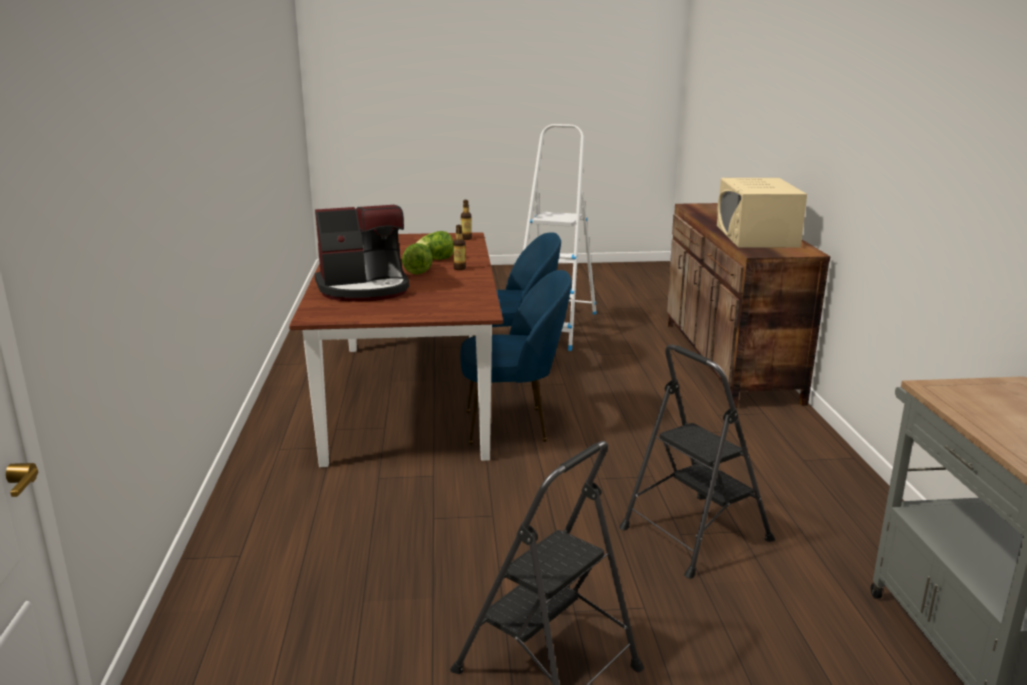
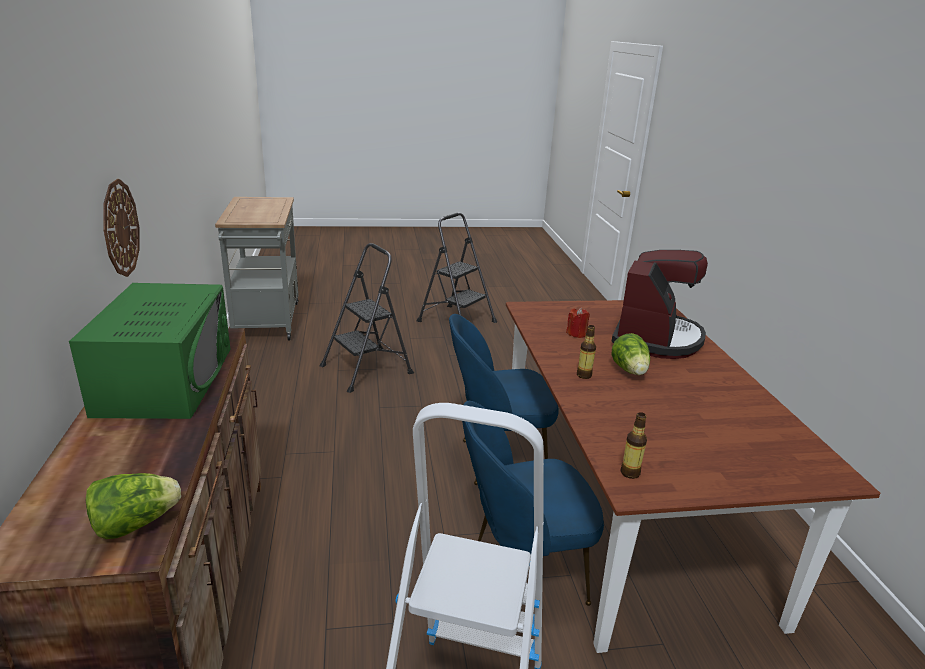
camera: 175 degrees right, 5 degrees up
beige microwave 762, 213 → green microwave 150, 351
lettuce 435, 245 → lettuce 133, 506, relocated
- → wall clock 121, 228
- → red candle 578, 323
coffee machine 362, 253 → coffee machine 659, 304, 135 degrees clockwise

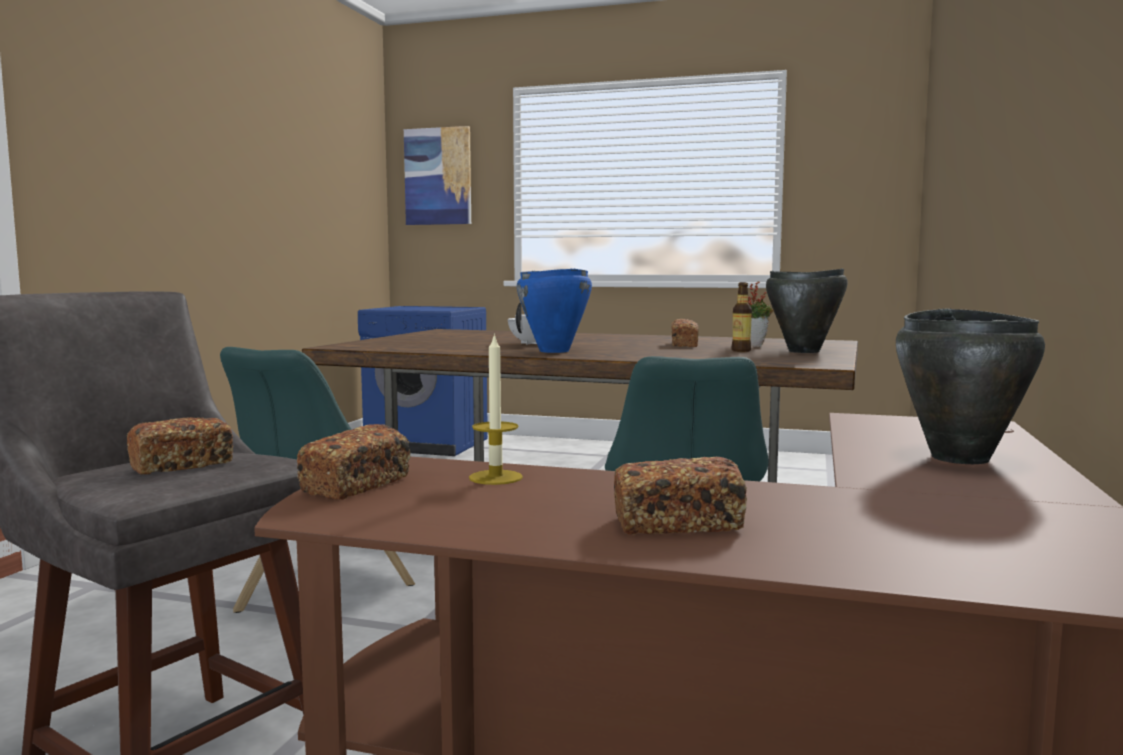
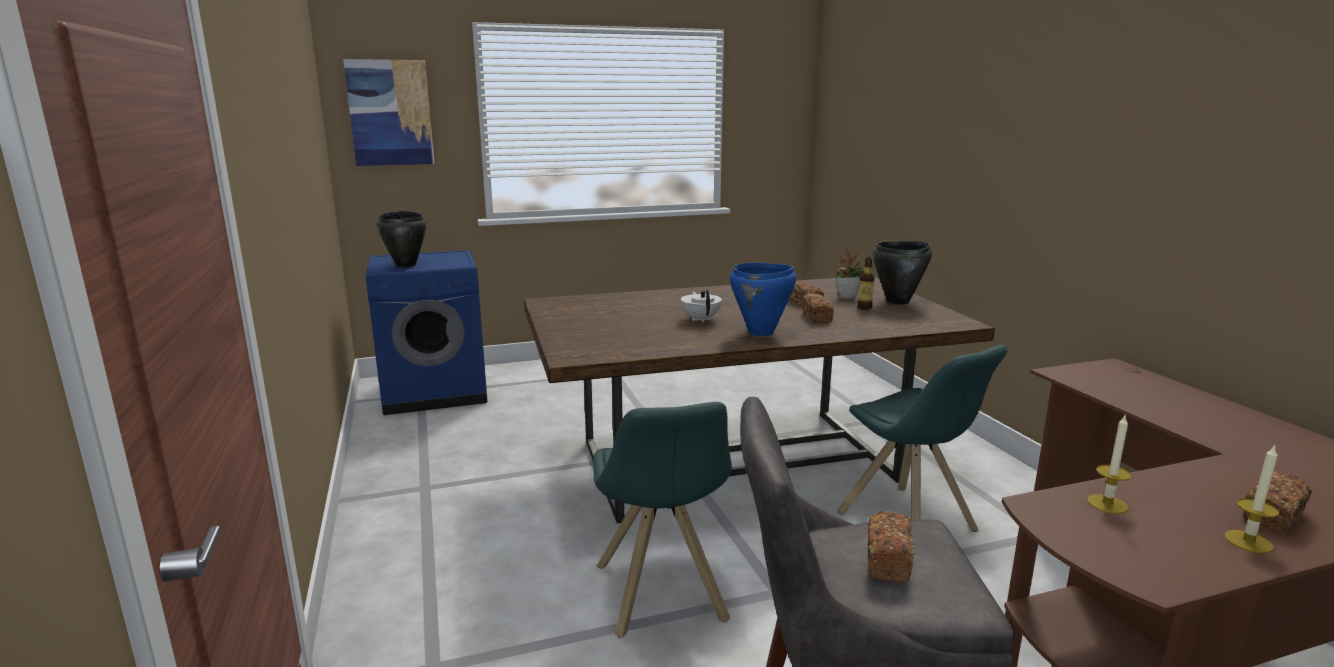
camera: 35 degrees left, 10 degrees up
black cooking pot 970, 386 → black cooking pot 401, 239, relocated
bread 353, 462 → bread 818, 308, relocated
- → candle 1252, 499

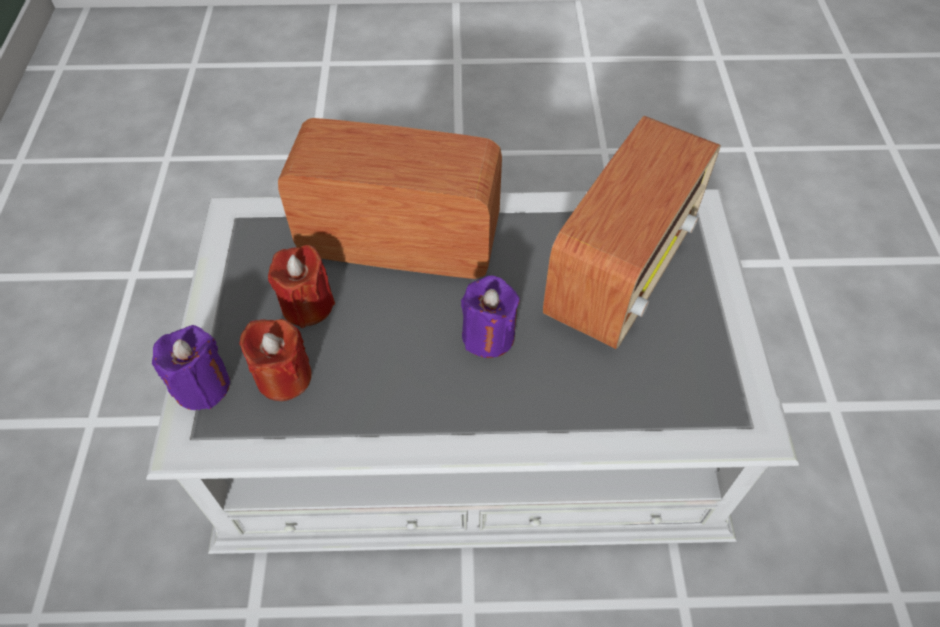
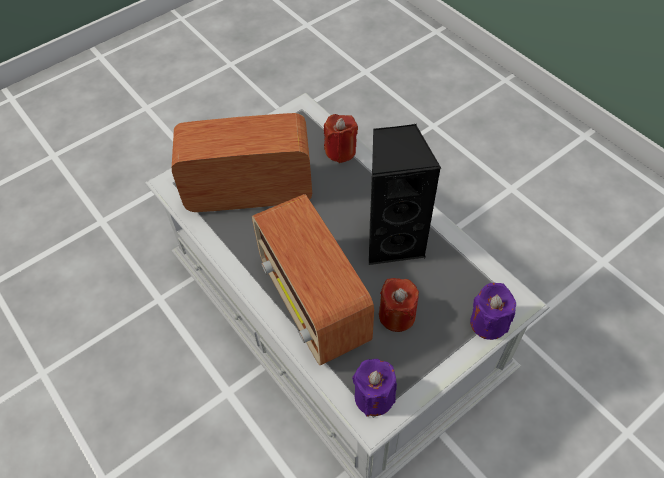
camera: 125 degrees left, 0 degrees up
red candle 275, 360 → red candle 341, 138, relocated
purple candle 490, 316 → purple candle 374, 388, relocated
- → black speaker 405, 194

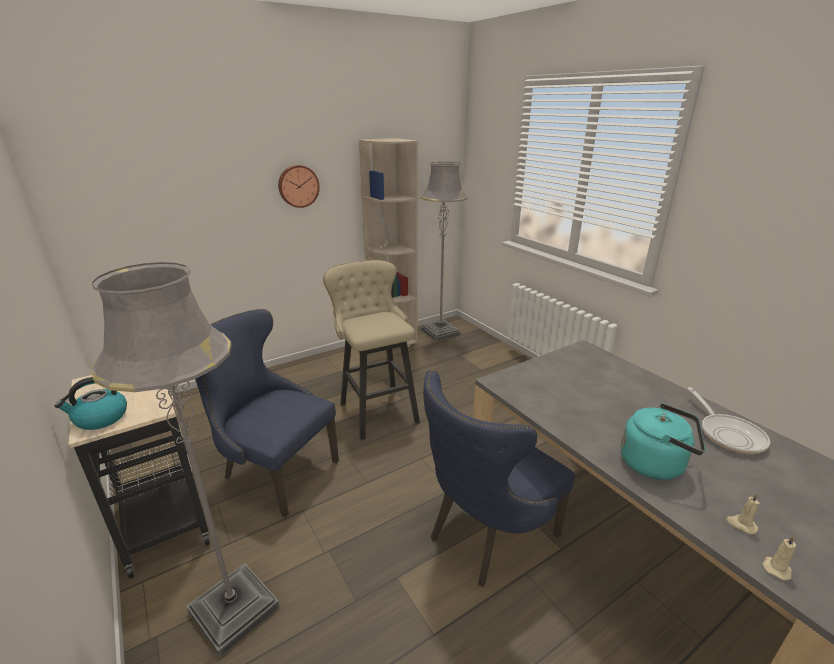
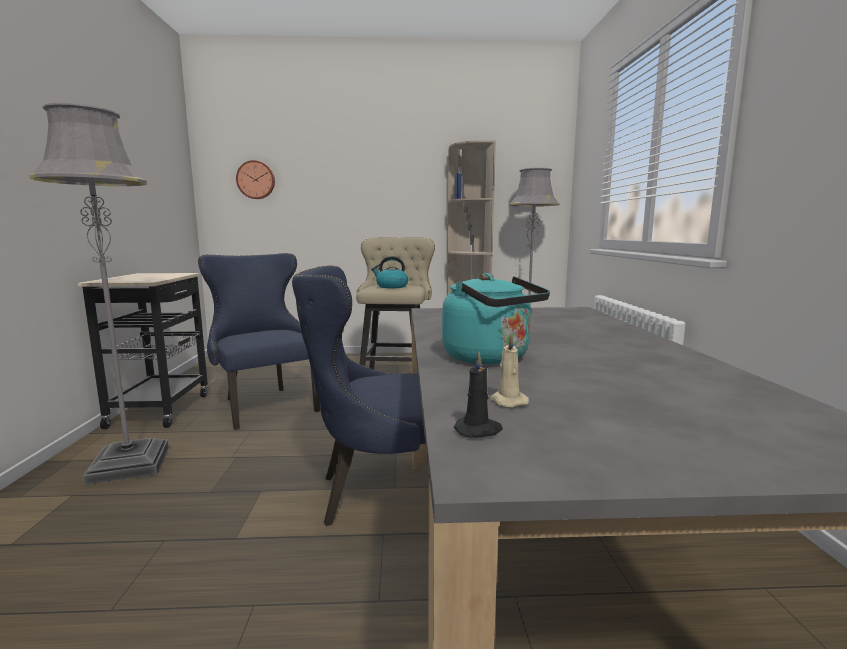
camera: 30 degrees right, 15 degrees down
wall clock 299, 186 → wall clock 255, 179, relocated
kettle 91, 403 → kettle 389, 272, relocated
beige candle 779, 558 → black candle 478, 395
frying pan 728, 420 → -

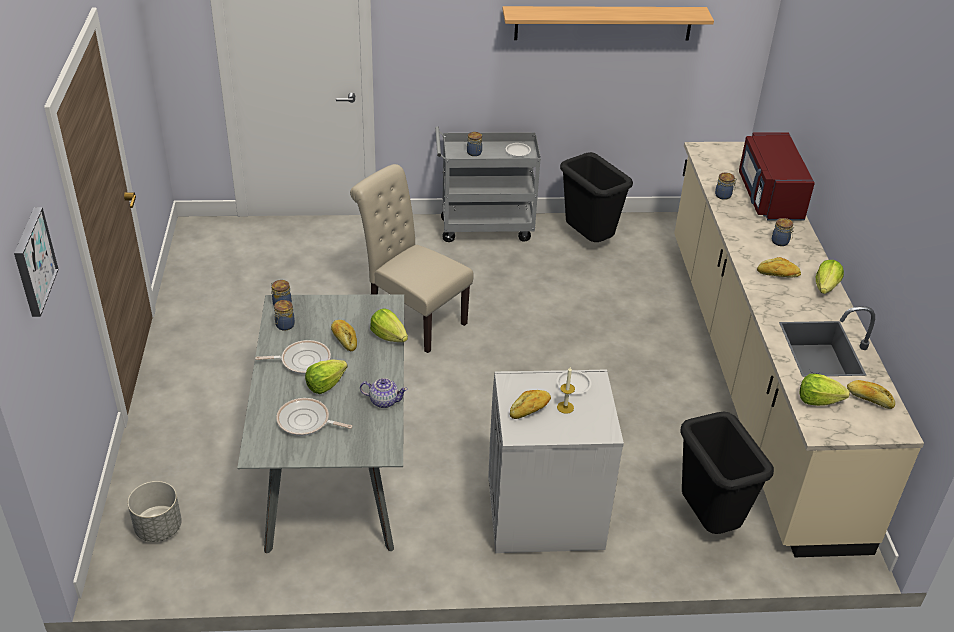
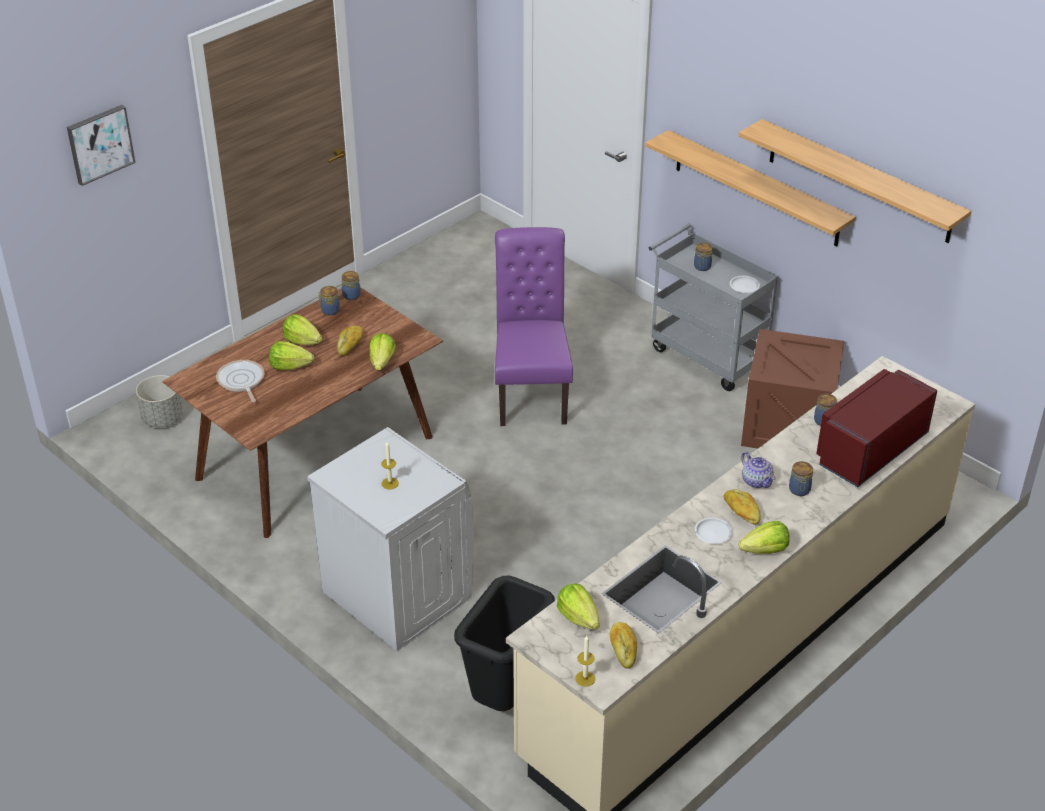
camera: 50 degrees right, 0 degrees up
grey dining table 320, 423 → brown dining table 302, 412
frying pan 293, 357 → lettuce 302, 329
beige chair 411, 258 → purple chair 534, 326
- → candle 585, 661
- → shelf 750, 188
white plate 574, 382 → white plate 714, 530, relocated
black trash can 596, 197 → crate 792, 388
teapot 384, 393 → teapot 758, 470, relocated
bread 530, 404 → -

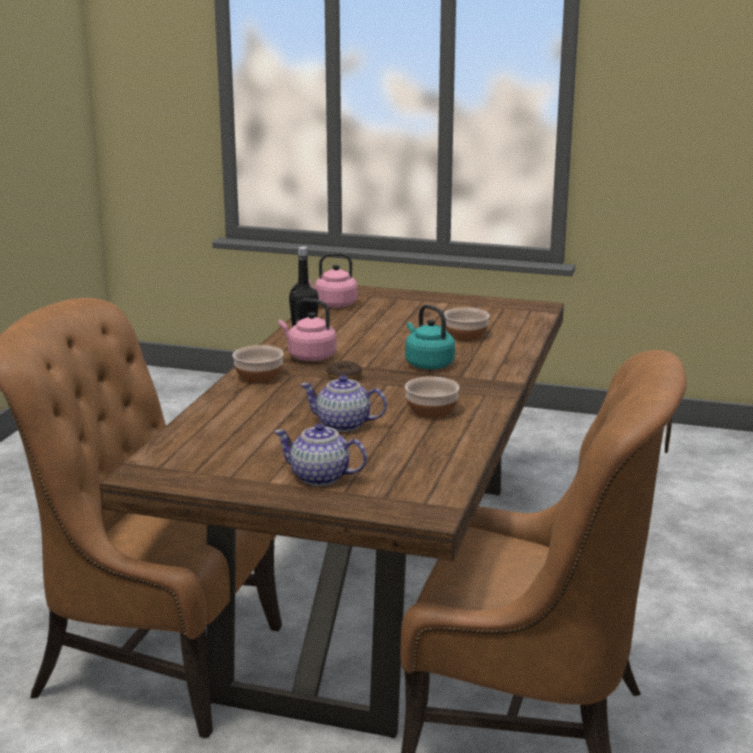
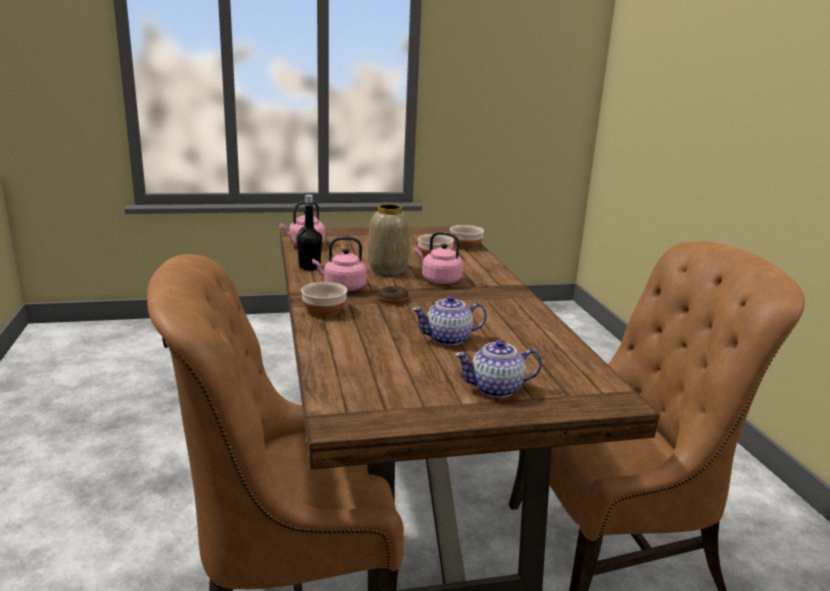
camera: 30 degrees left, 0 degrees up
- → vase 389, 239
turquoise kettle 430, 337 → pink kettle 439, 258
bowl 432, 397 → bowl 467, 237, relocated

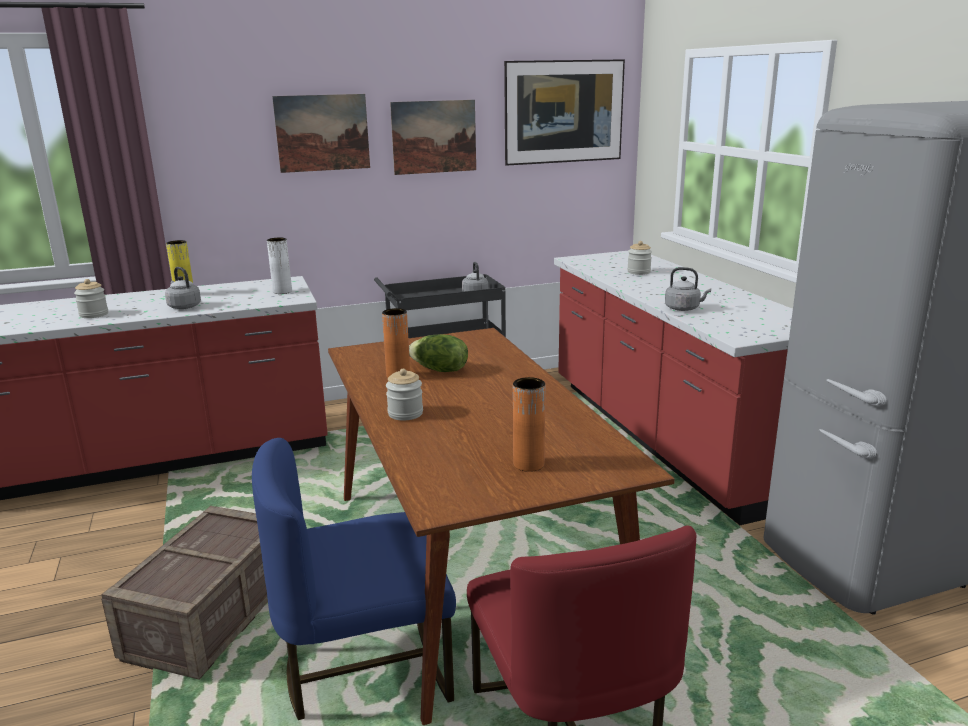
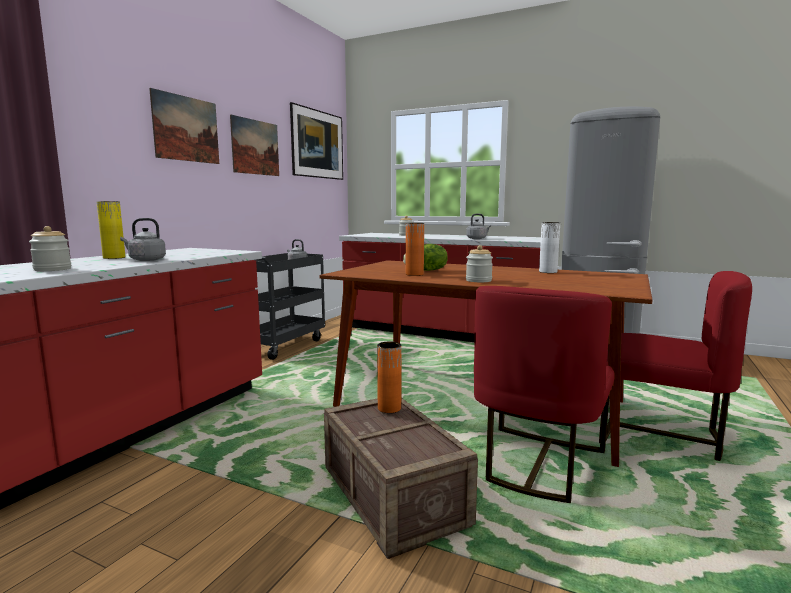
camera: 45 degrees left, 10 degrees down
orange vase 529, 424 → orange vase 389, 377, relocated
blue chair 354, 579 → red chair 544, 394
white vase 279, 266 → white vase 549, 247, relocated

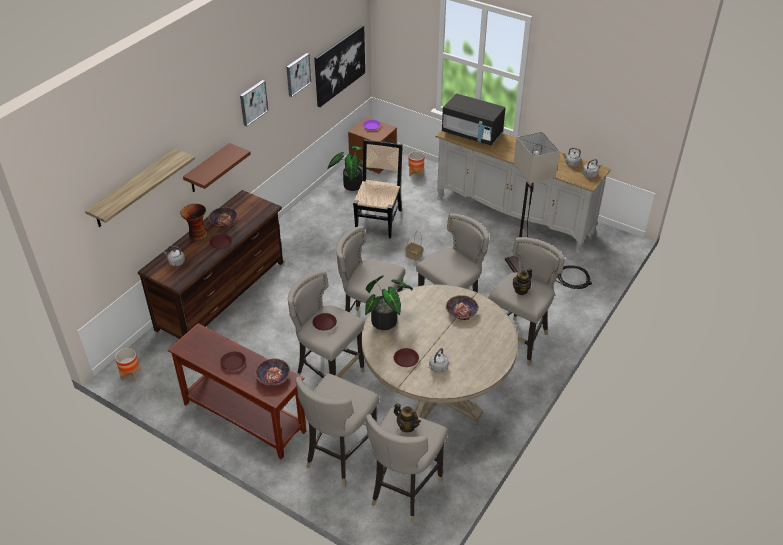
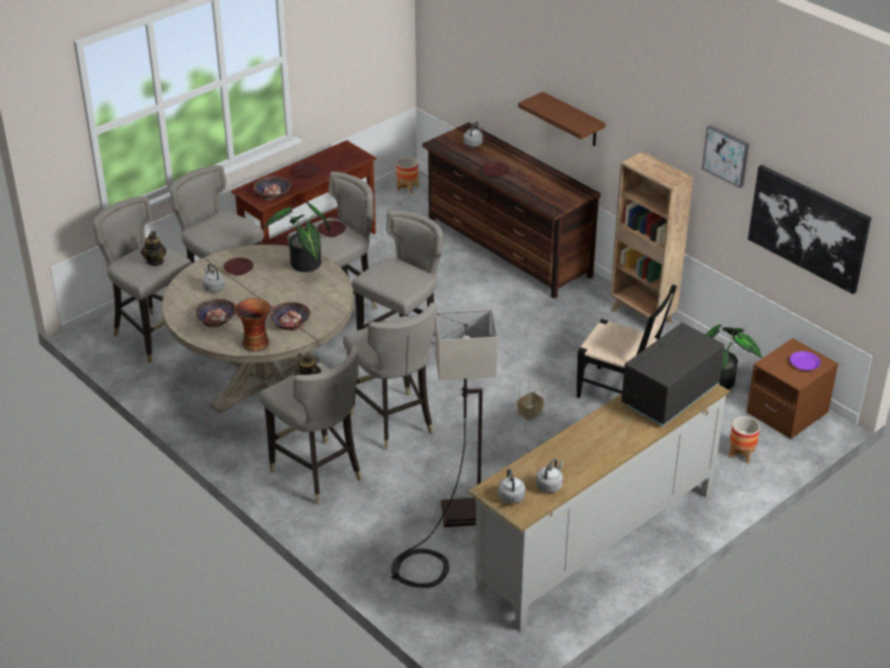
camera: 105 degrees right, 5 degrees down
teapot 407, 417 → teapot 153, 248, 60 degrees counterclockwise
bowl 223, 217 → bowl 215, 313, relocated
vase 194, 222 → vase 253, 325, relocated
- → brown bookcase 651, 237
shelf 140, 188 → -
picture 254, 103 → -

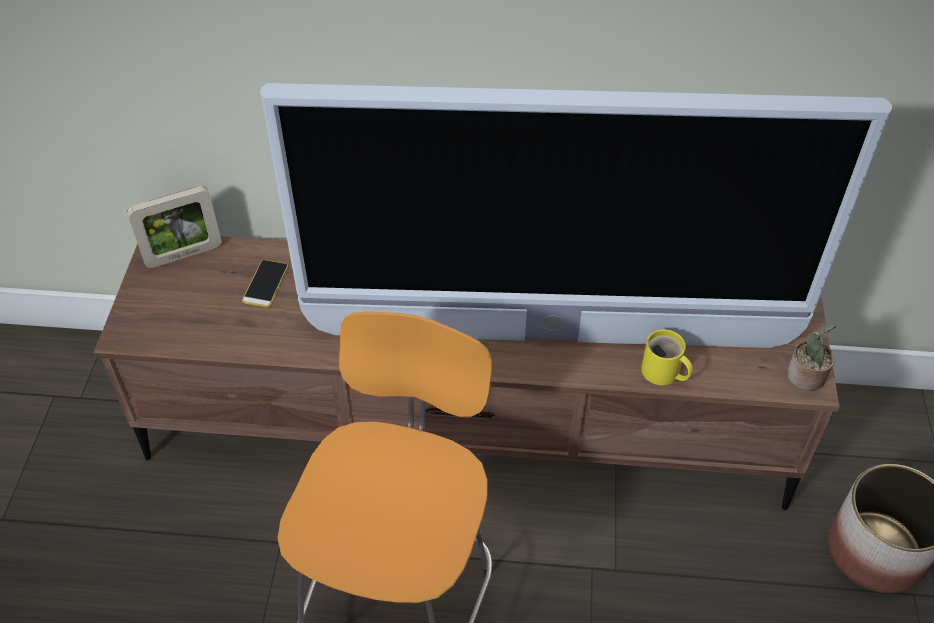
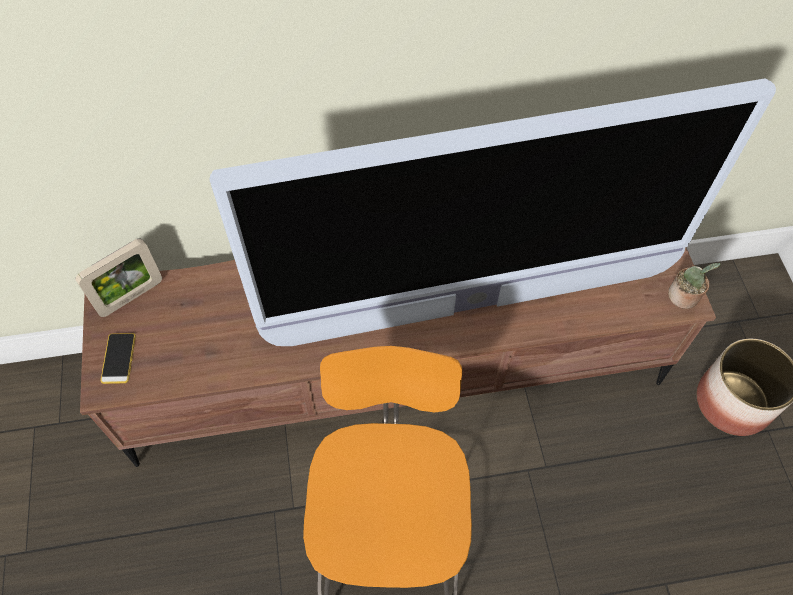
camera: 15 degrees left, 10 degrees up
phone 265, 284 → phone 118, 358, relocated
yellow mug 667, 357 → -

